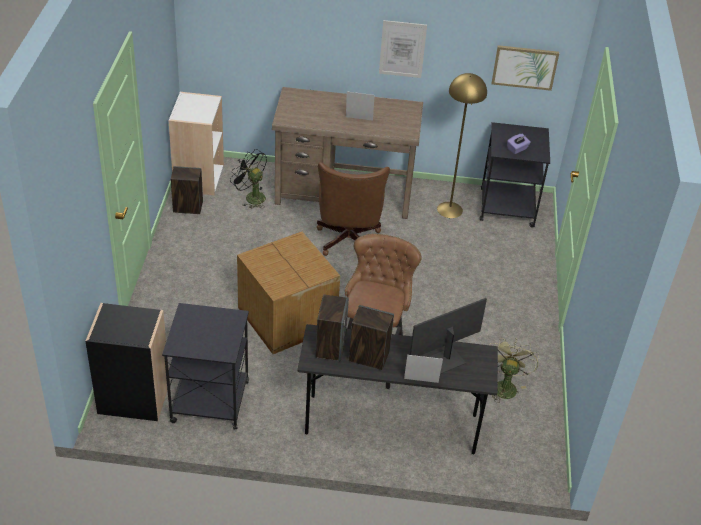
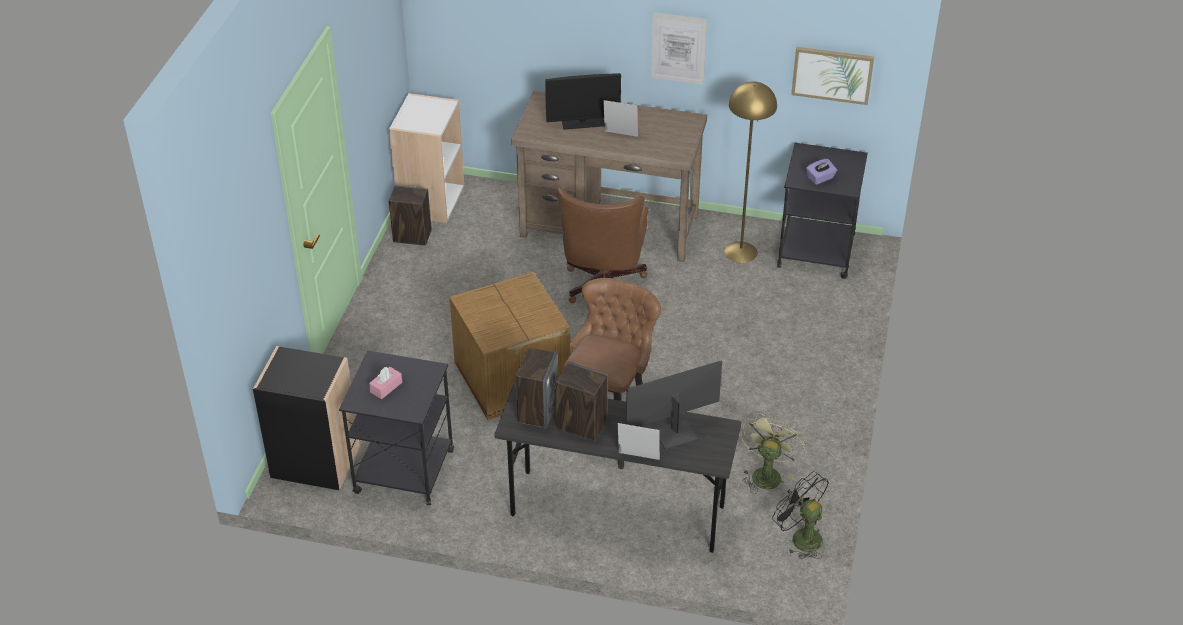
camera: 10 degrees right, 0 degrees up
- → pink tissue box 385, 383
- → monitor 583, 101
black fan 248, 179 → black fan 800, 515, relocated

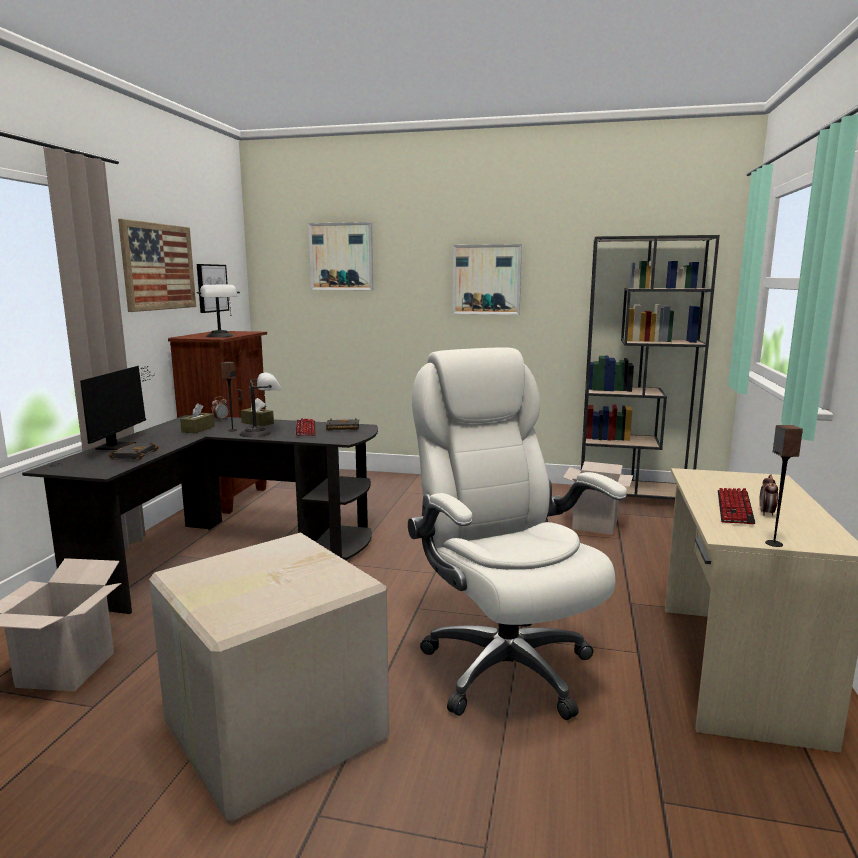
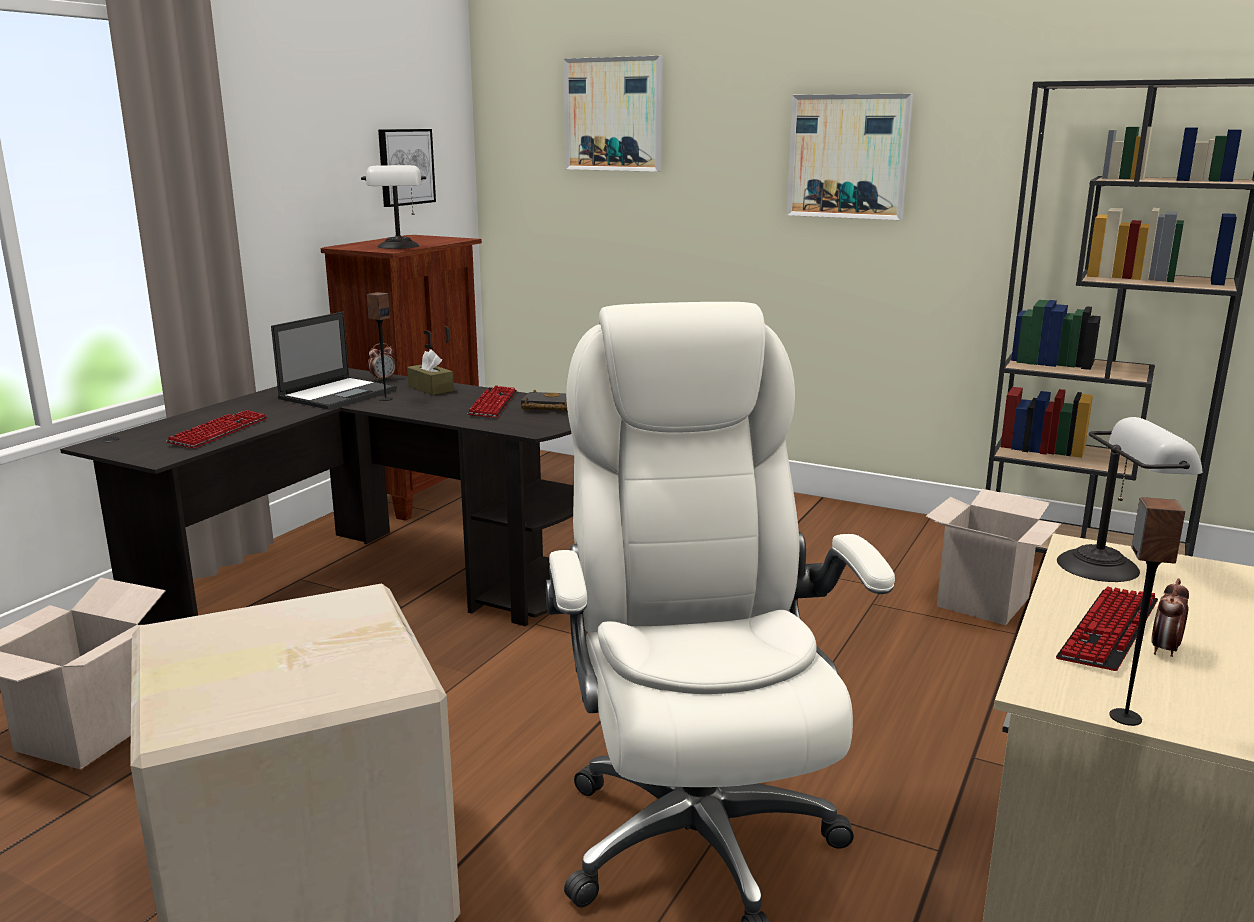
camera: 15 degrees right, 5 degrees up
black book 134, 451 → keyboard 217, 429
brown tissue box 197, 418 → laptop 334, 361
table lamp 260, 404 → table lamp 1129, 499, relocated
monitor 117, 408 → -
picture 157, 265 → -

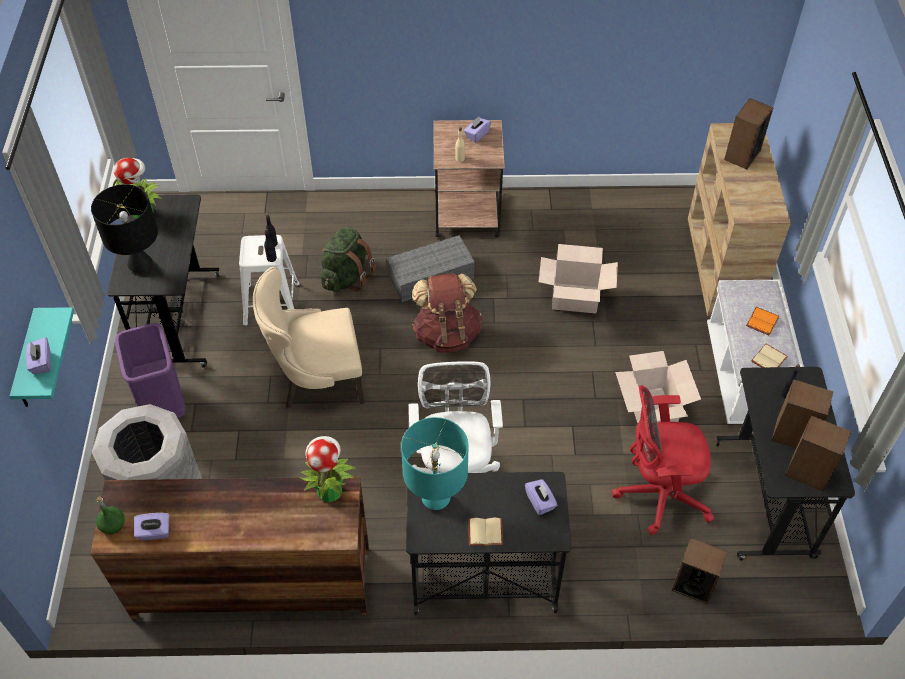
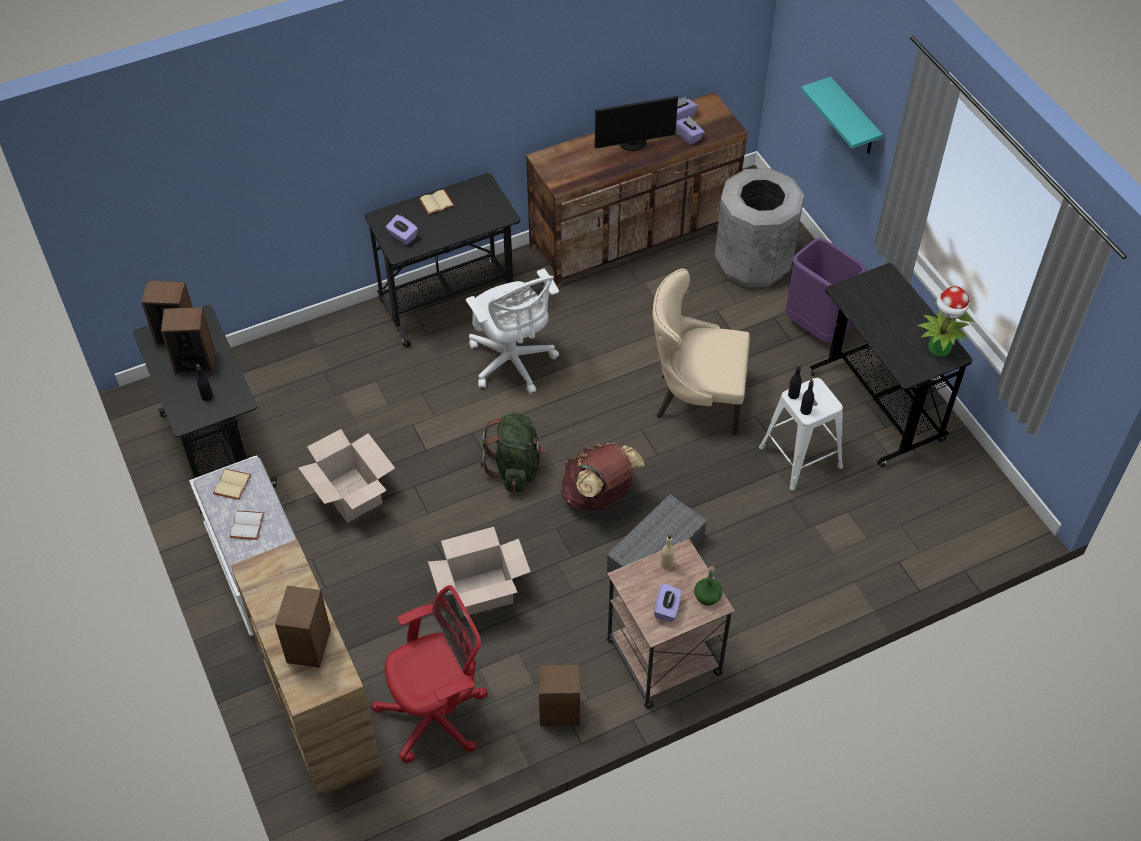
camera: 155 degrees right, 0 degrees up
orange book 762, 321 → white book 246, 525
red office chair 663, 460 → red office chair 429, 674, relocated
green backpack 348, 259 → green backpack 513, 452, relocated
speaker 699, 571 → speaker 559, 695, relocated
- → monitor 636, 123
beige chair 308, 338 → beige chair 701, 352, 135 degrees counterclockwise
purple tissue box 38, 355 → purple tissue box 690, 130, relocated
green bottle 110, 515 → green bottle 708, 585, relocated
black table lamp 124, 228 → -
potted plant 327, 469 → -
turquoise table lamp 434, 463 → -

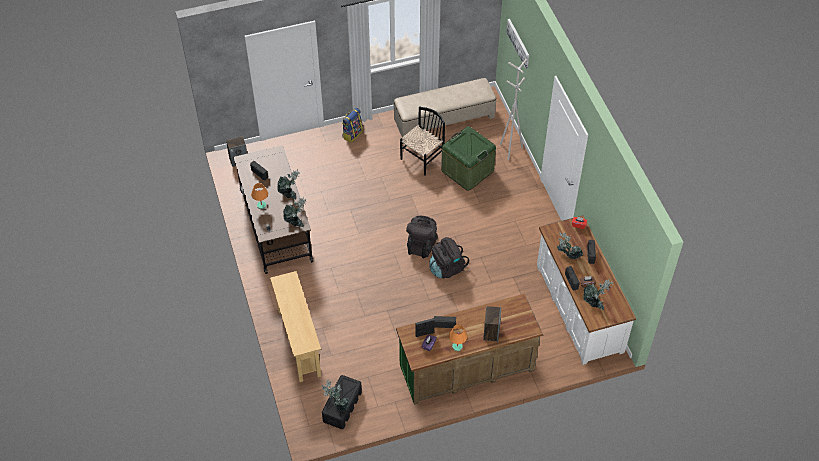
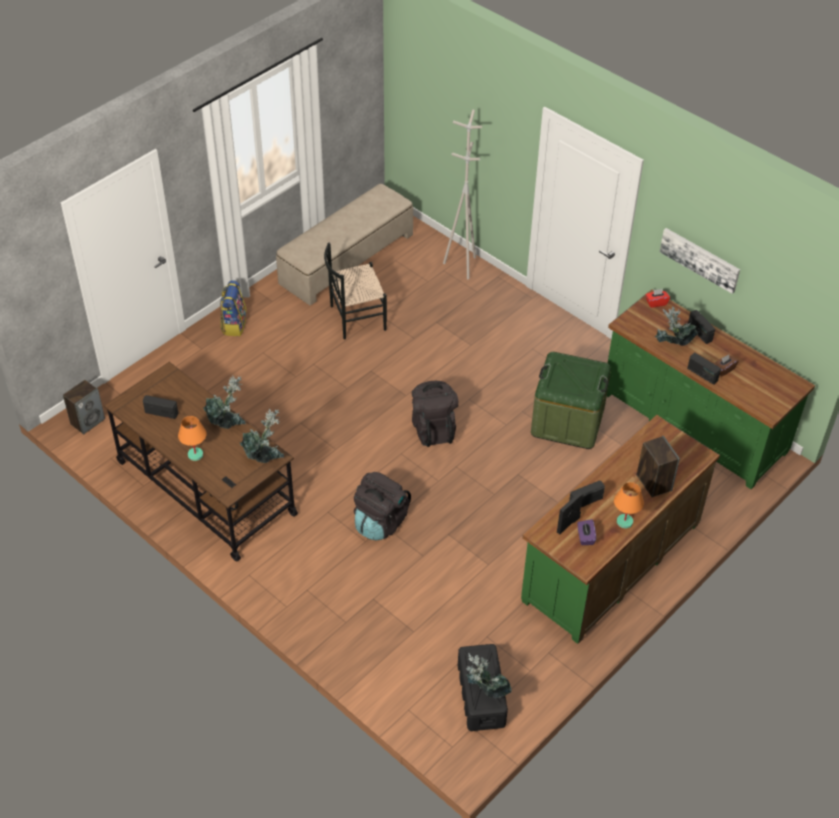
camera: 30 degrees left, 5 degrees down
black chair 422, 141 → black chair 355, 291, 120 degrees counterclockwise
black backpack 449, 257 → black backpack 382, 506, relocated
green storage box 468, 158 → green storage box 571, 400, relocated
white dresser 586, 290 → green dresser 711, 389
picture 517, 44 → picture 700, 261, relocated
beige console table 295, 326 → -
potted plant 598, 294 → -

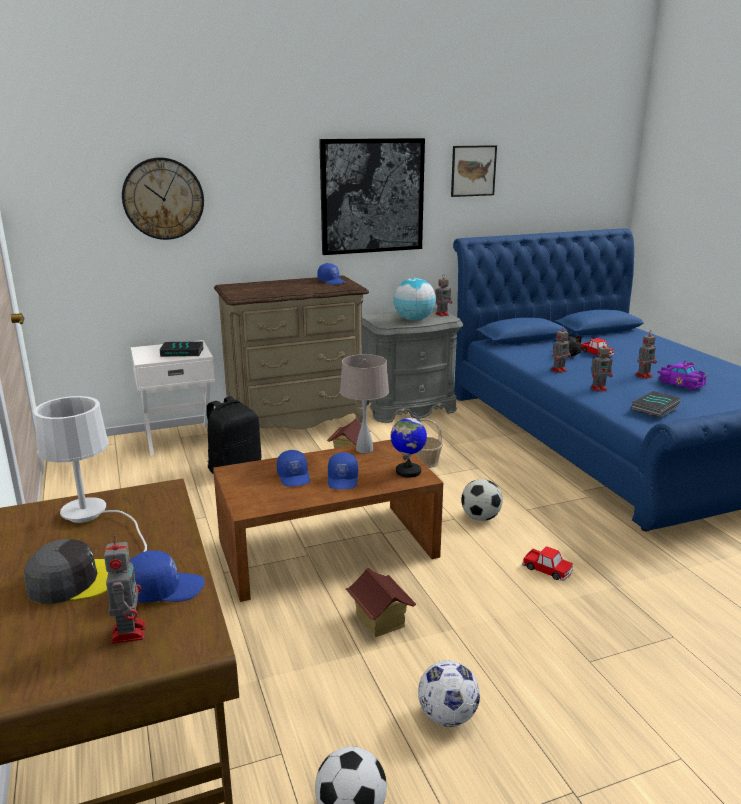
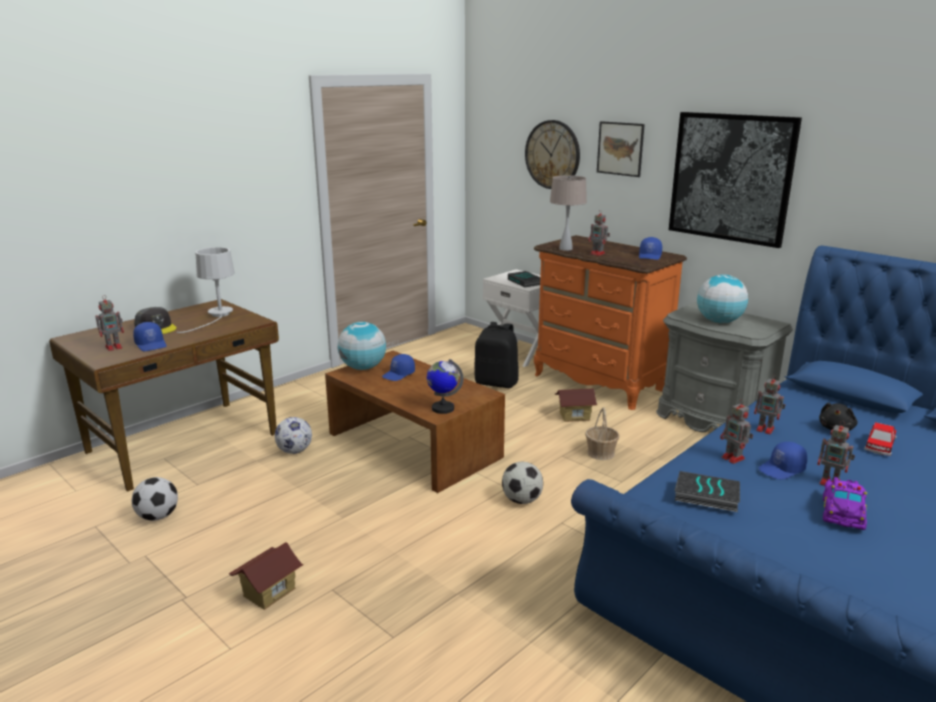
camera: 65 degrees right, 0 degrees up
toy house 381, 602 → toy house 266, 576, relocated
football 449, 693 → football 293, 435, relocated
- → globe 362, 346
beige dresser 291, 352 → orange dresser 610, 322
beige table lamp 364, 403 → beige table lamp 568, 213, relocated
toy robot 443, 295 → toy robot 599, 232, relocated
picture 474, 171 → picture 621, 149, relocated
blue cap 343, 470 → blue cap 782, 461, relocated
toy car 547, 563 → -

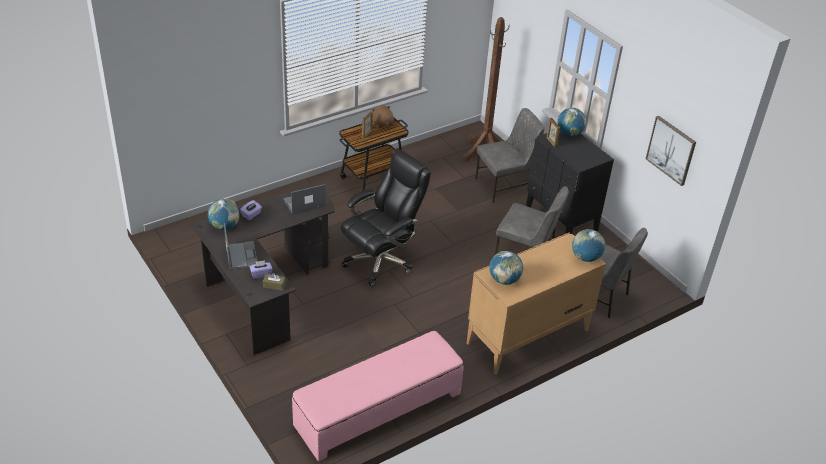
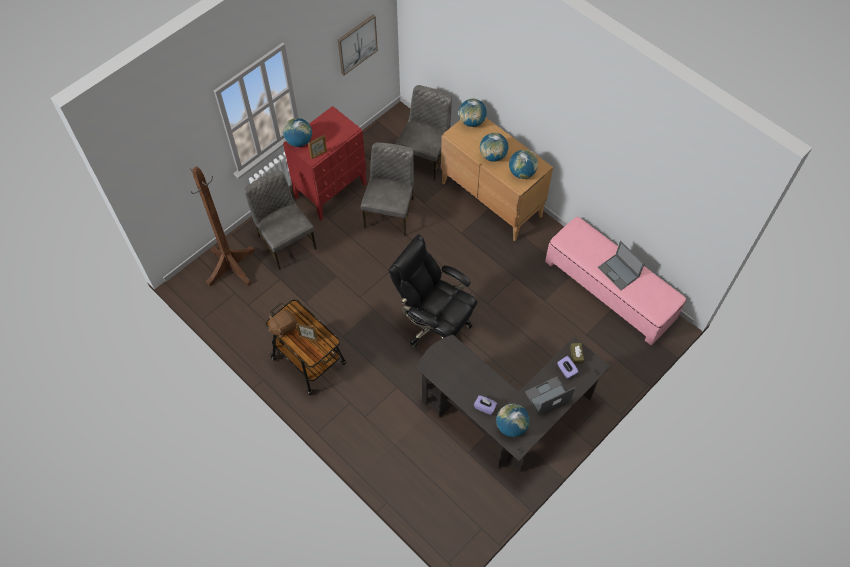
camera: 100 degrees left, 20 degrees up
black dresser 570, 182 → red dresser 324, 163
- → globe 494, 147
laptop 304, 199 → laptop 621, 265, relocated

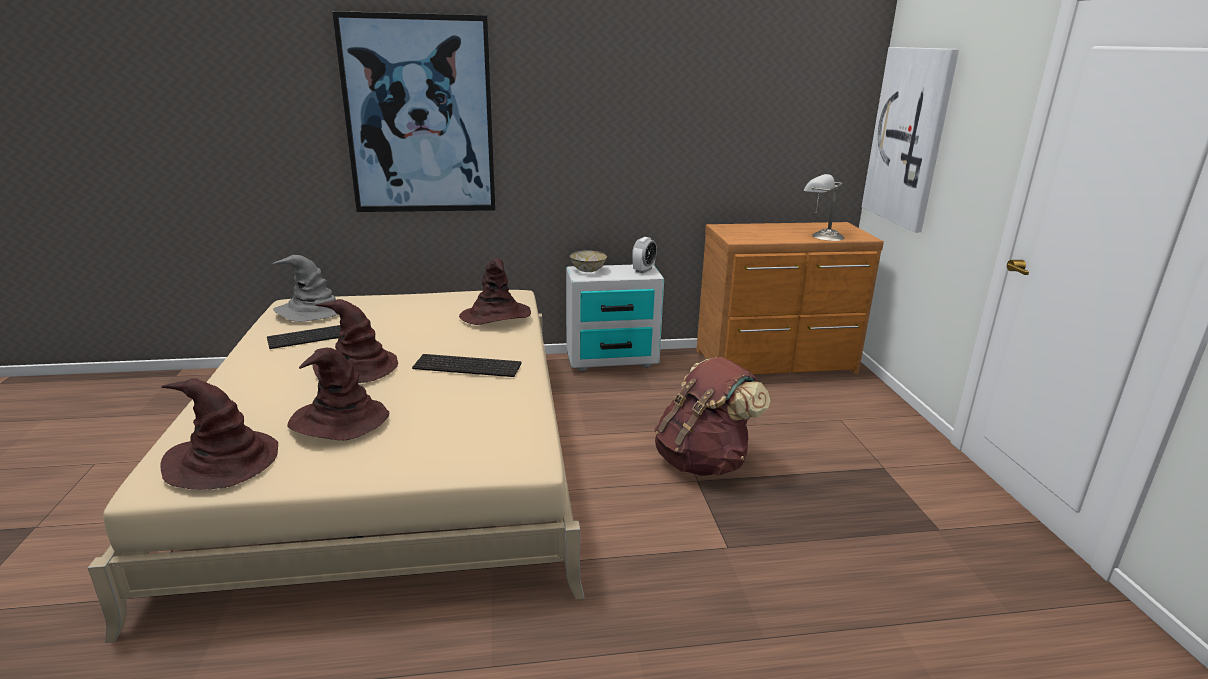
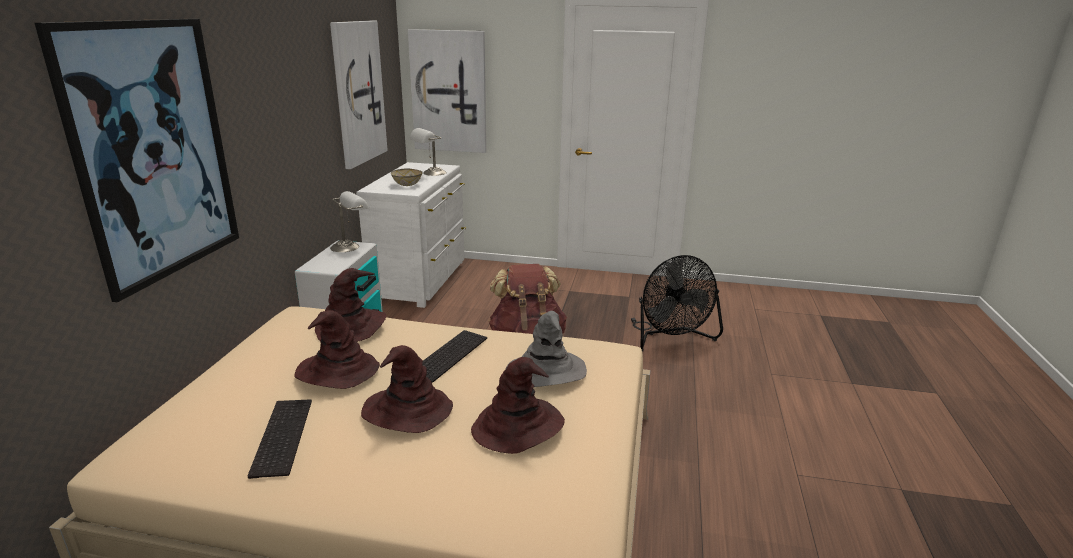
camera: 70 degrees left, 0 degrees up
brown hat 219, 434 → brown hat 337, 349, relocated
- → picture 359, 95
alarm clock 644, 255 → white table lamp 349, 221
brown dresser 790, 298 → white dresser 411, 235
bowl 588, 261 → bowl 407, 177, relocated
grey hat 306, 288 → grey hat 546, 349, relocated
- → black fan 677, 303

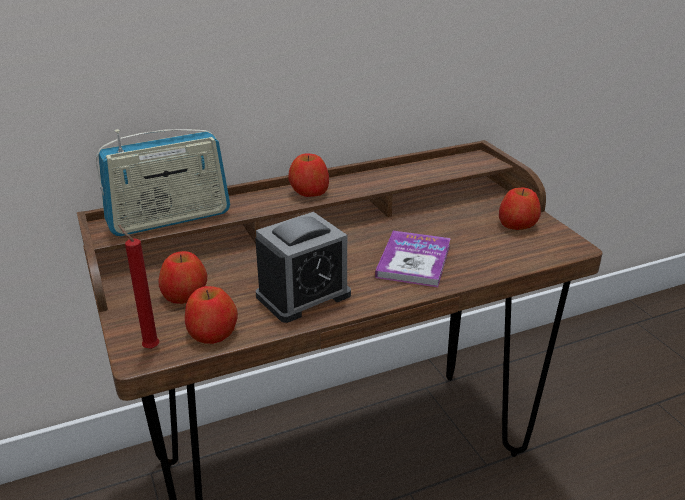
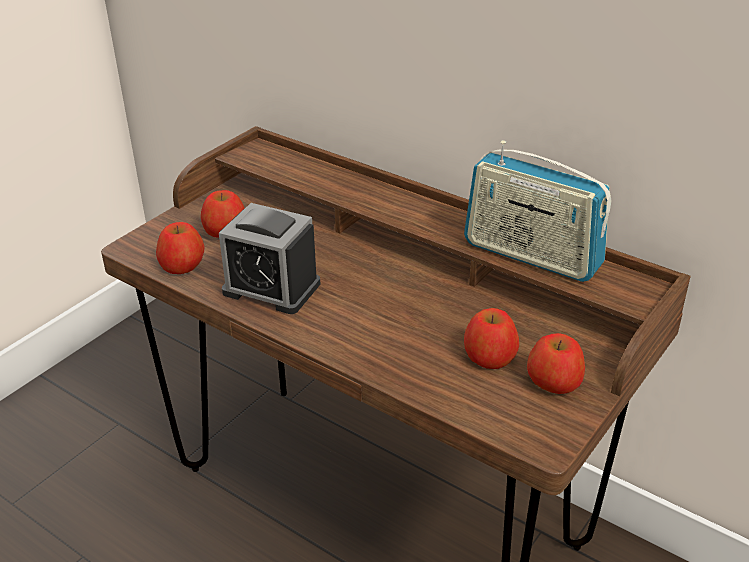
camera: 60 degrees right, 5 degrees up
radio 163, 182 → radio 538, 211, relocated
apple 308, 175 → apple 491, 338, relocated
red candle 138, 287 → -
book 413, 259 → -

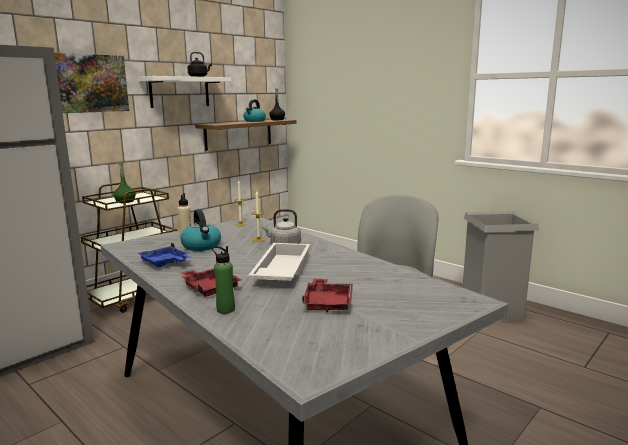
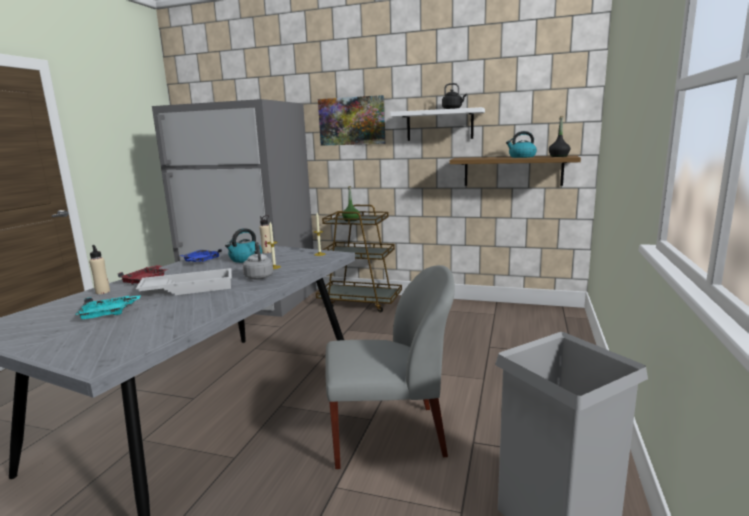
camera: 65 degrees right, 0 degrees up
red tray 327, 295 → turquoise tray 108, 307
green bottle 223, 280 → beige bottle 99, 269

